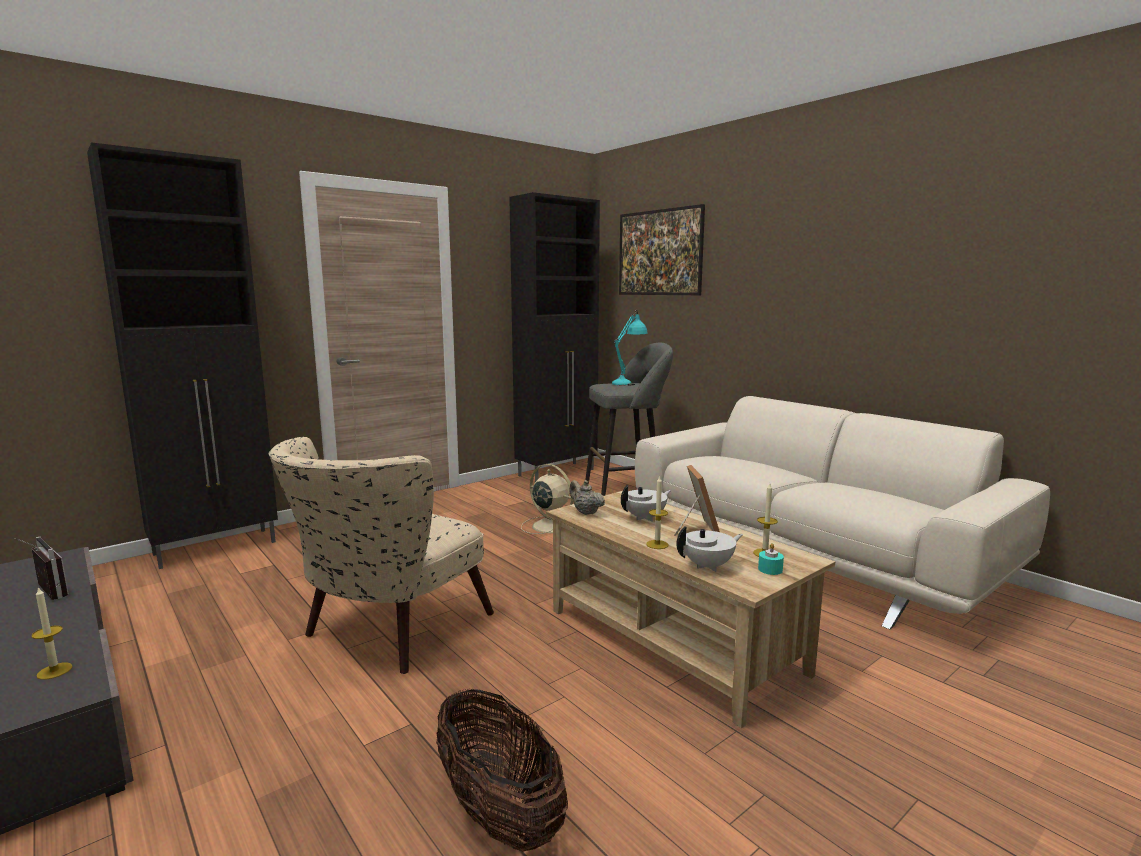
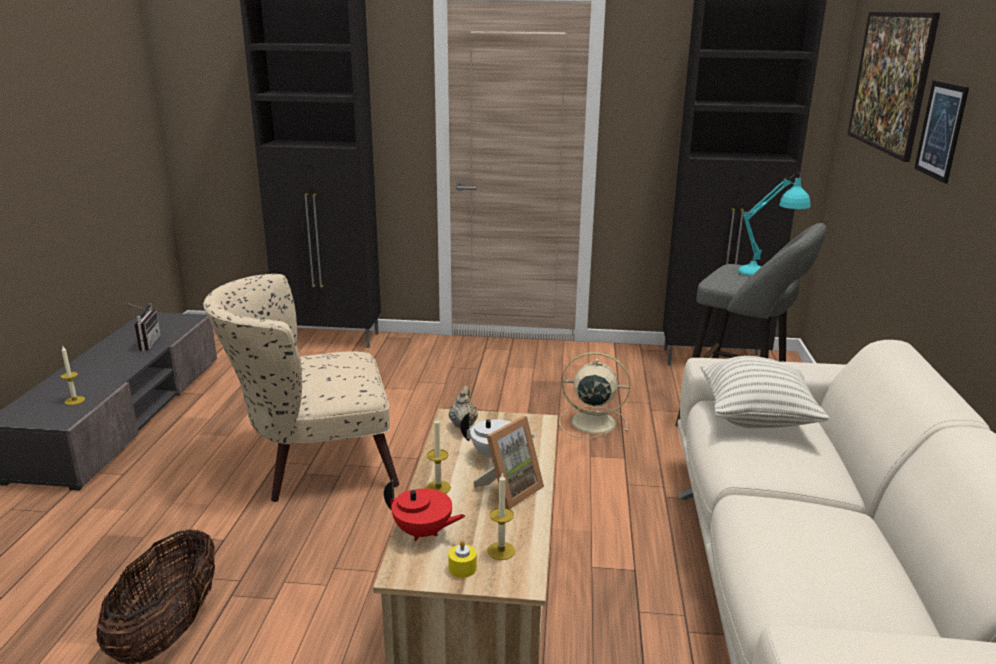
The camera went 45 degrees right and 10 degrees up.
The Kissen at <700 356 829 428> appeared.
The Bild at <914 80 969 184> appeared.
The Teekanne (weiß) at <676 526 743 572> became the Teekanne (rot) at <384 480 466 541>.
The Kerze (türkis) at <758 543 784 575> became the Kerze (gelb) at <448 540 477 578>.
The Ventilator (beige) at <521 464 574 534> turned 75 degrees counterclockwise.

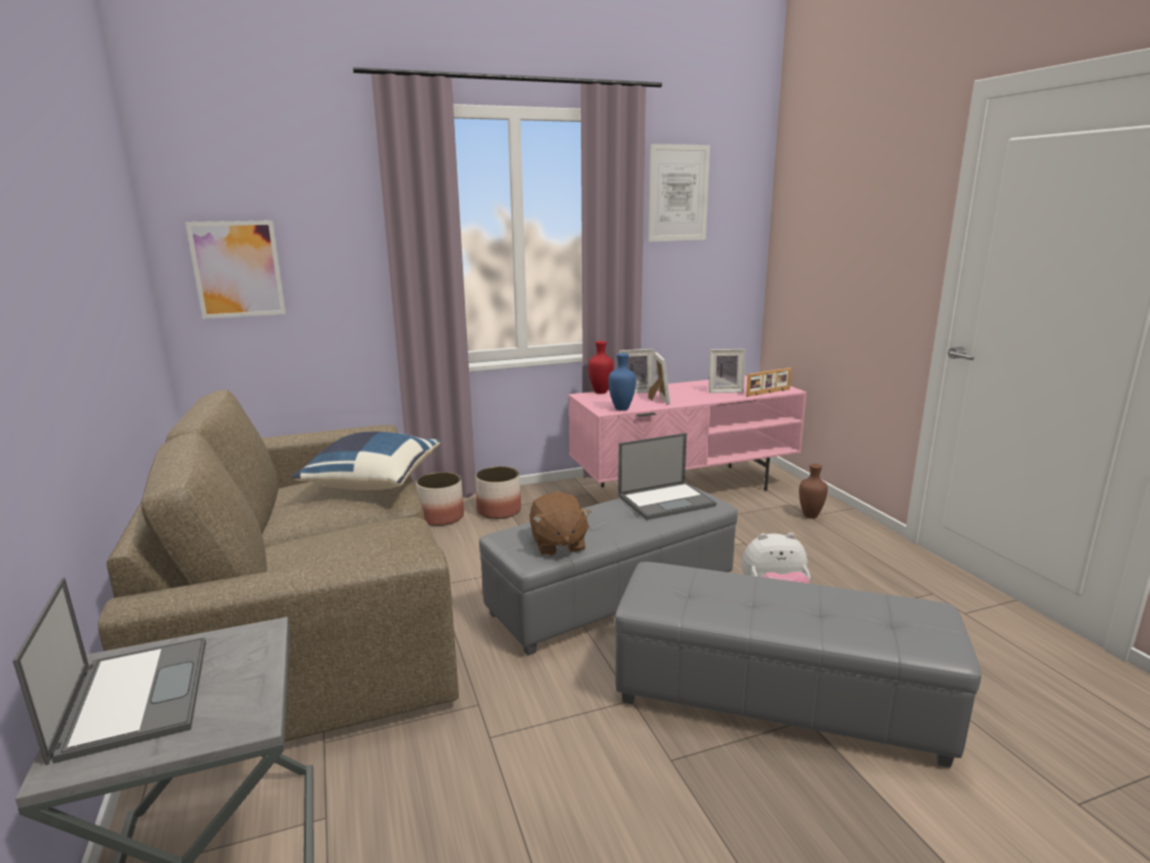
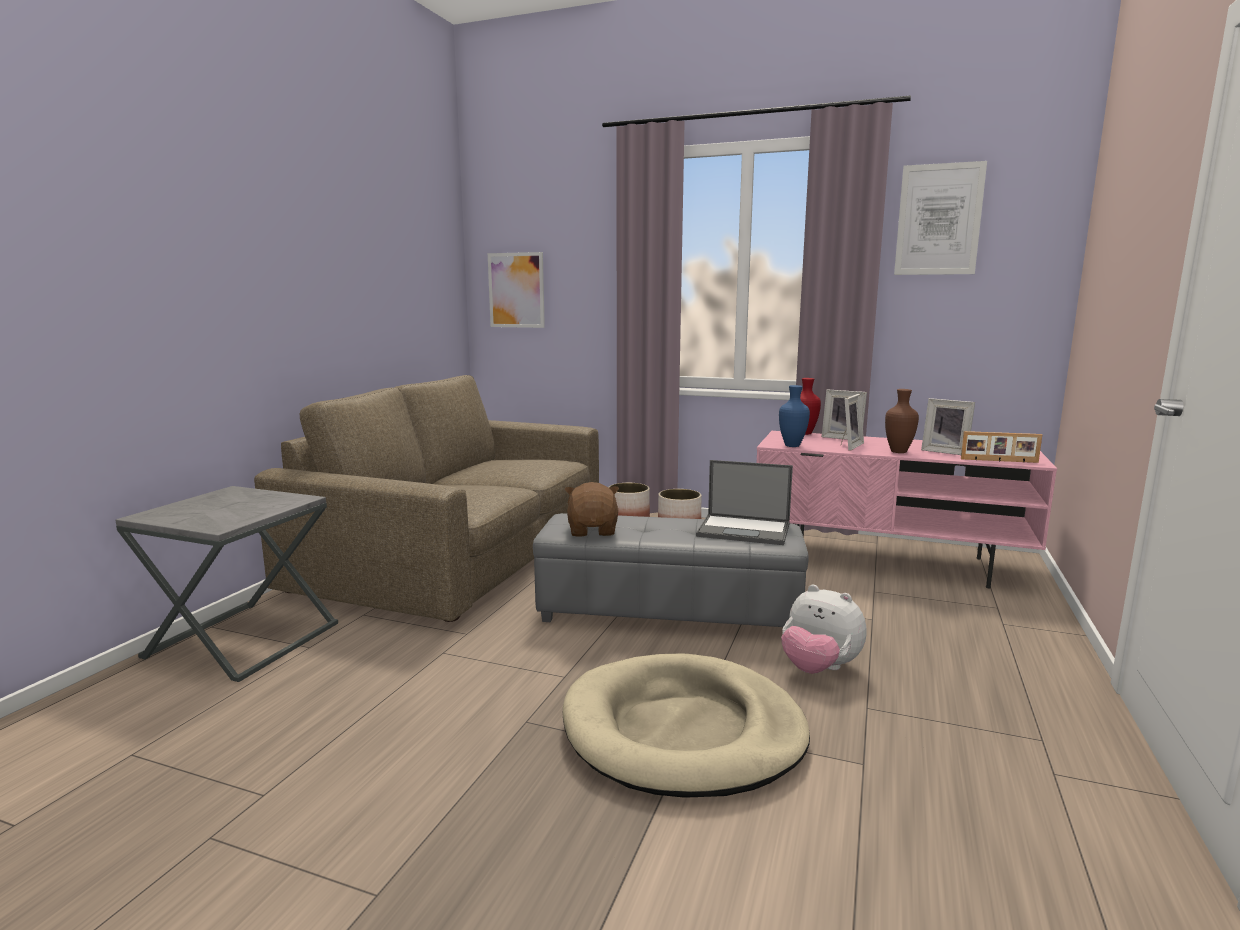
The camera went 40 degrees right and 5 degrees down.
The Laptop at <13 577 206 765> disappeared.
The Kissen (blau) at <292 432 440 490> disappeared.
The Vase (braun) moved from <799 464 828 519> to <885 389 919 453>.
The Polsterhocker (grau) at <615 562 981 768> was replaced by the Hundebett (beige) at <563 653 810 798>.
The Plüschtier (braun) at <530 492 591 556> turned 150 degrees clockwise.

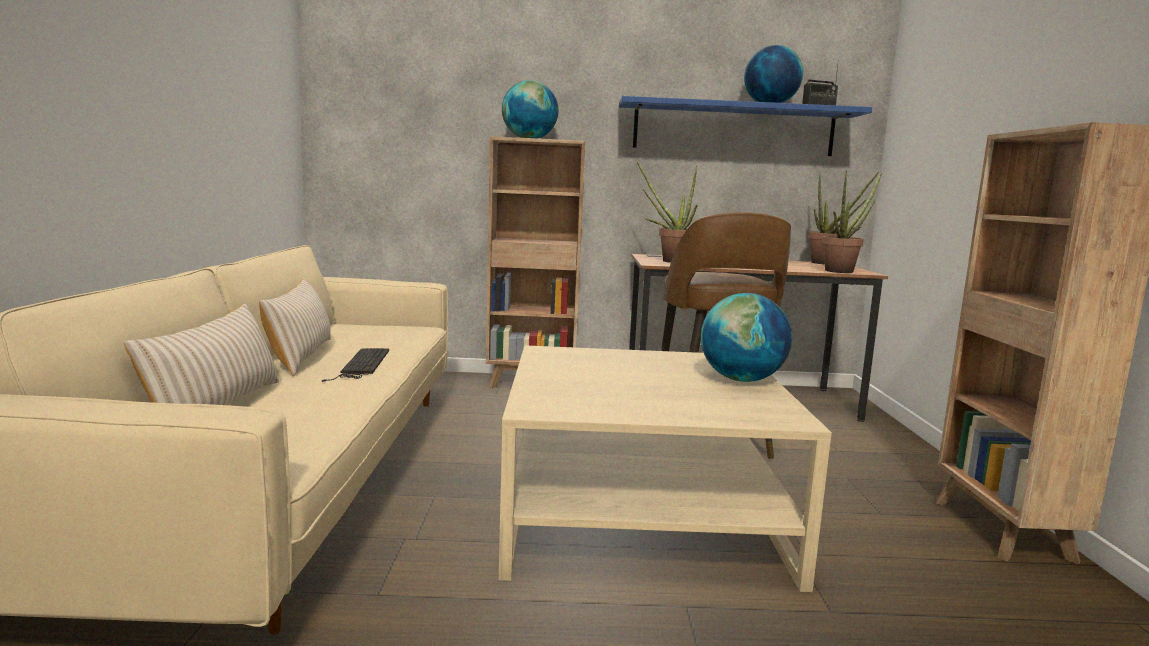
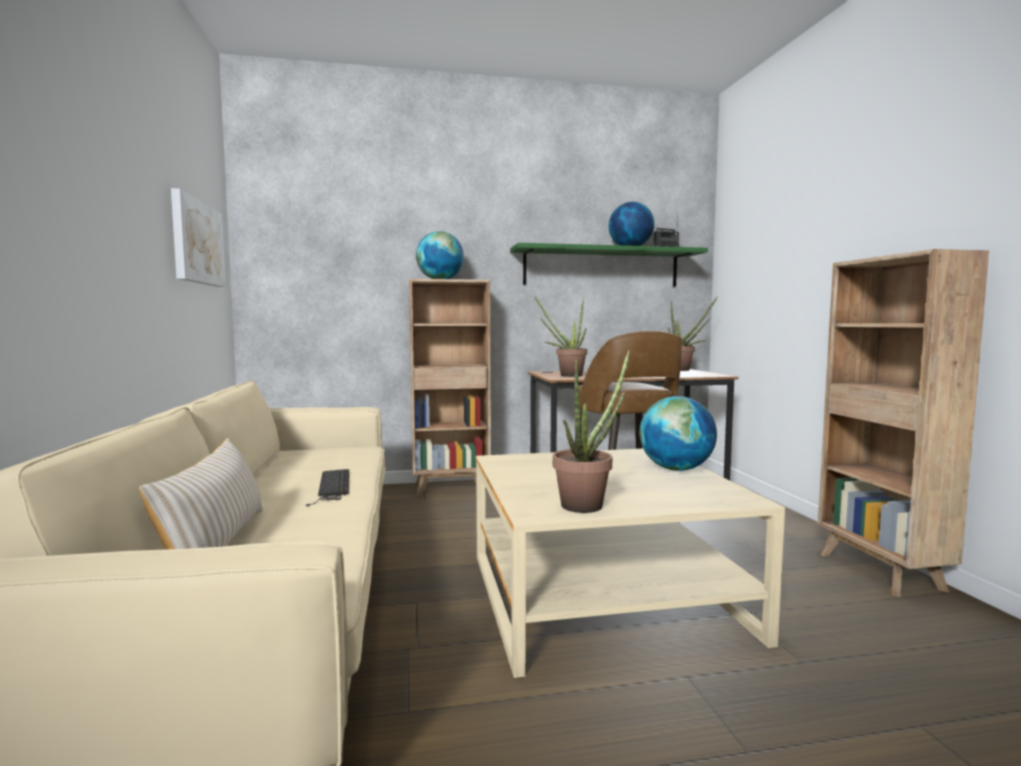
The camera went 10 degrees left and 5 degrees down.
The Kissen (beige) at <259 278 331 376> disappeared.
The Bild at <171 188 226 287> appeared.
The Topfpflanze moved from <822 171 882 273> to <553 350 629 513>.
The Wandregal (blau) at <619 96 872 156> became the Wandregal (grün) at <510 243 708 287>.

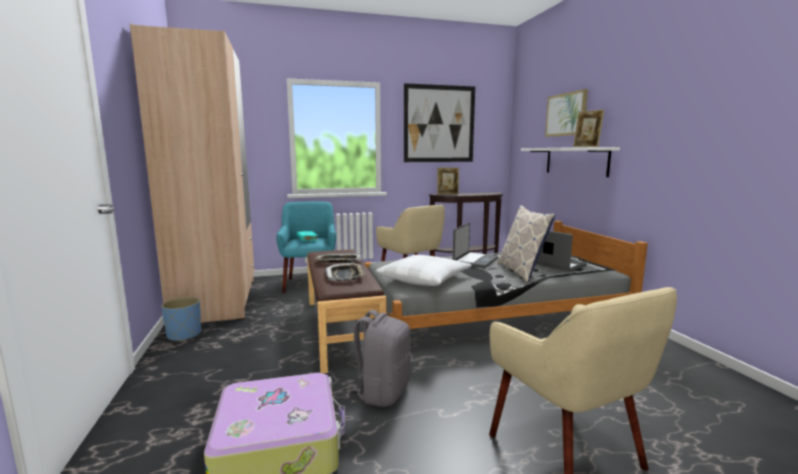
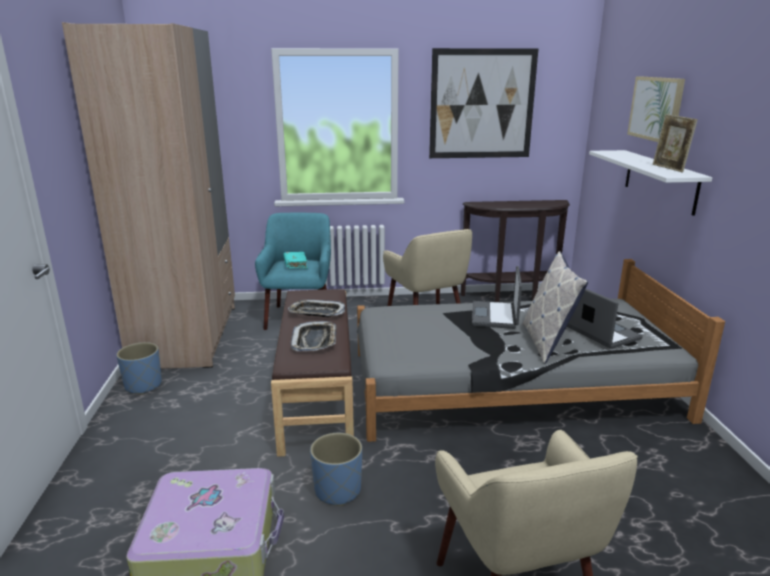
The camera went 10 degrees right and 10 degrees up.
The Kissen (weiß) at <376 255 472 286> disappeared.
The Bilderrahmen at <437 167 459 194> disappeared.
The Rucksack (grau) at <347 310 411 407> was replaced by the Pflanzkübel (blau) at <310 433 362 506>.
The Laptop at <453 223 498 268> turned 150 degrees clockwise.

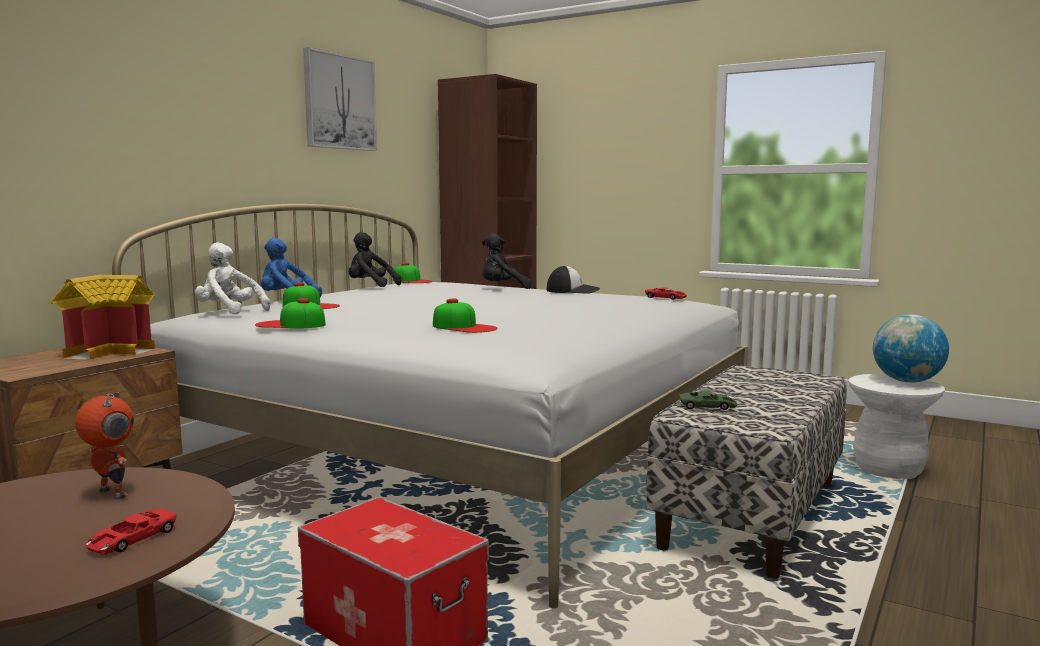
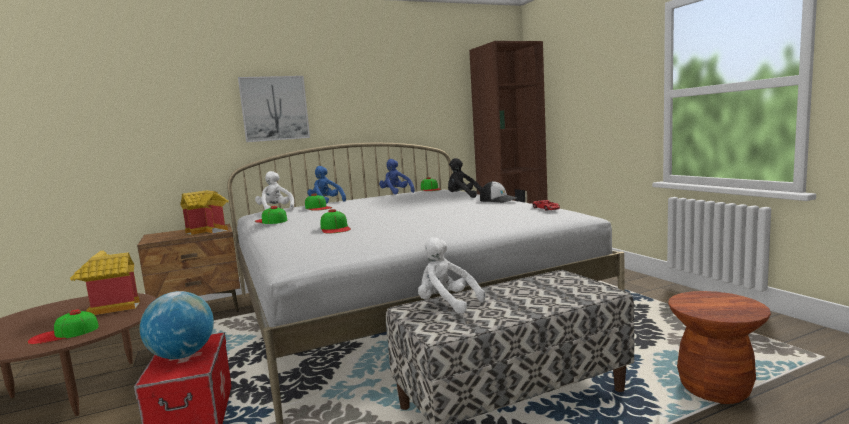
The camera went 35 degrees right and 0 degrees up.
The Bild moved from <303 47 377 151> to <238 76 310 142>.
The Globus moved from <873 314 949 383> to <140 291 214 359>.
The Spielzeugroboter at <75 394 134 499> was replaced by the Spielzeughaus at <70 251 140 315>.
The Spielzeugauto (rot) at <86 508 176 555> was replaced by the Kappe at <27 310 99 344>.
The Spielzeugauto (grün) at <679 391 737 410> was replaced by the Plüschtier (weiß) at <418 237 485 314>.
The Plüschtier (schwarz) at <349 232 401 287> became the Plüschtier (blau) at <379 159 415 194>.
The Hocker (weiß) at <848 374 945 479> became the Hocker (braun) at <668 291 771 404>.

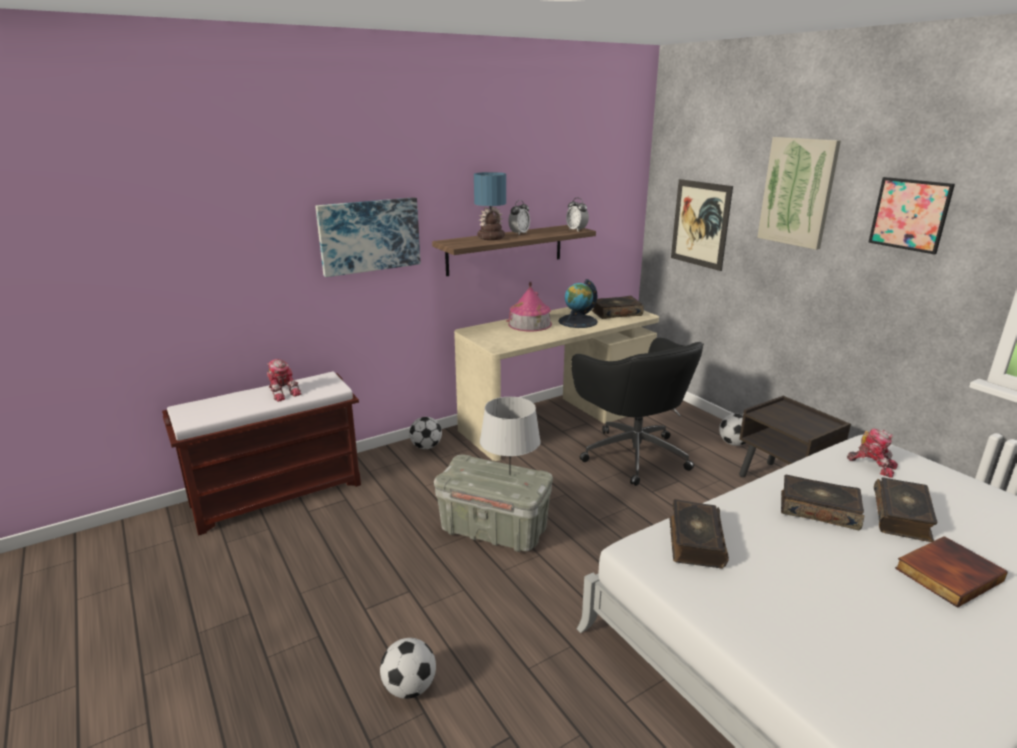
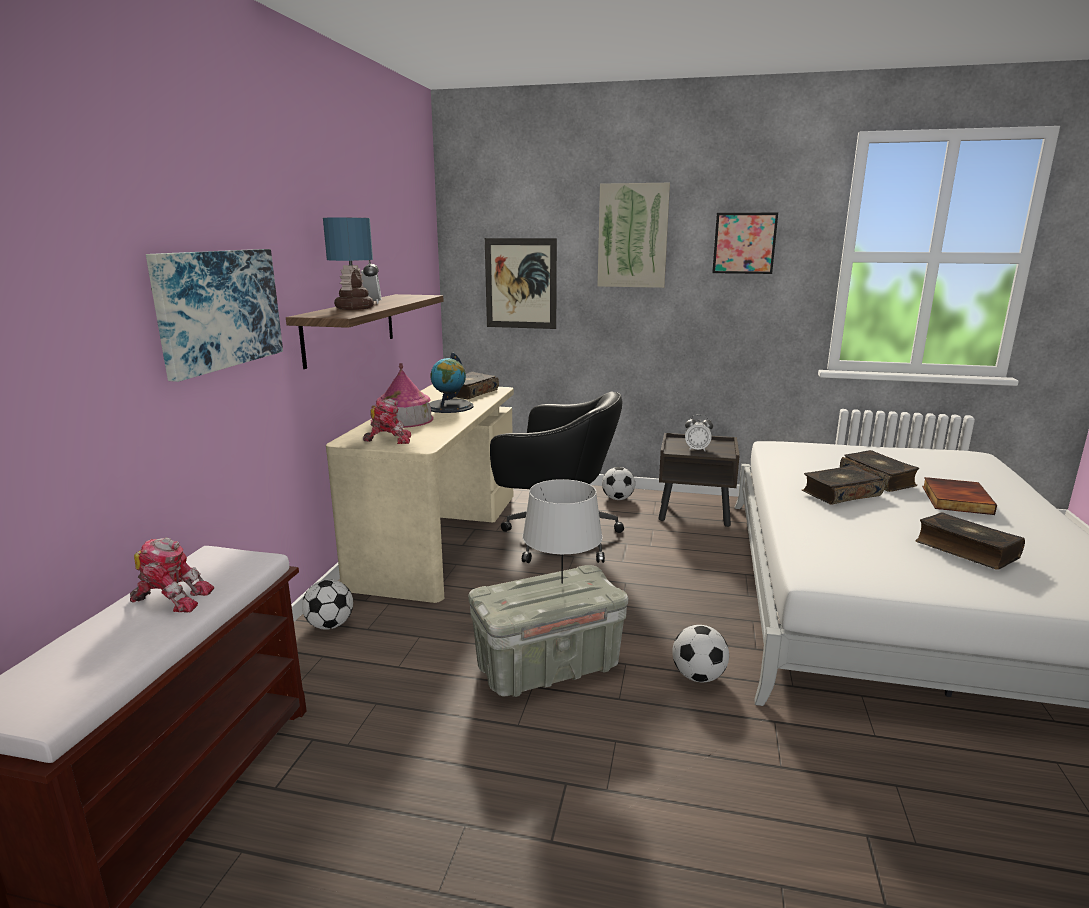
The camera went 45 degrees left and 5 degrees down.
The Fußball moved from <380 638 436 699> to <672 625 729 682>.
The Wecker moved from <566 198 589 231> to <685 414 713 451>.
The Buch moved from <670 499 729 568> to <915 512 1025 570>.
The Spielzeugroboter moved from <847 428 898 478> to <363 398 411 444>.

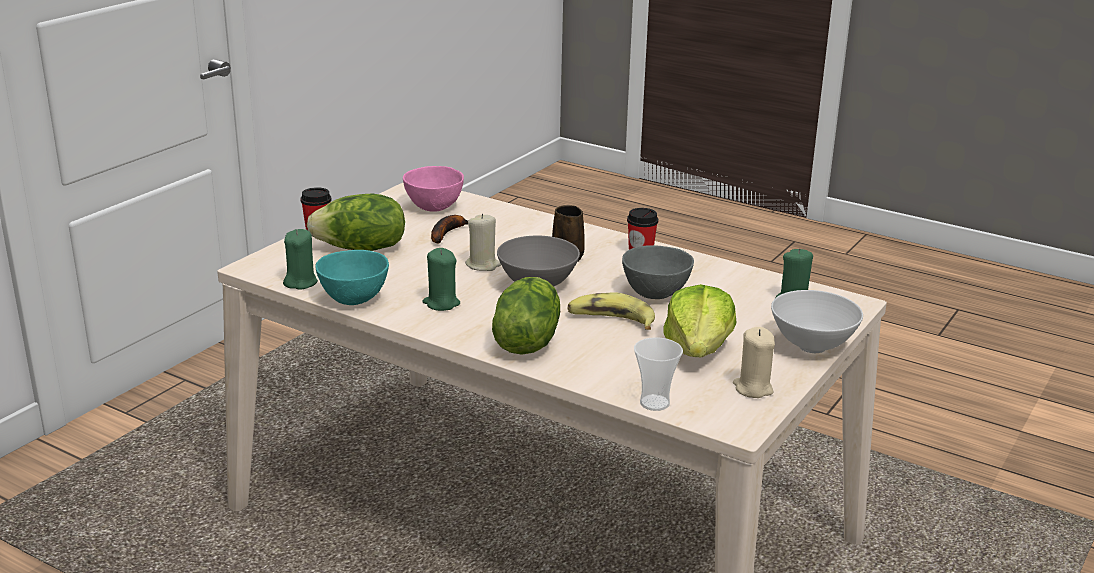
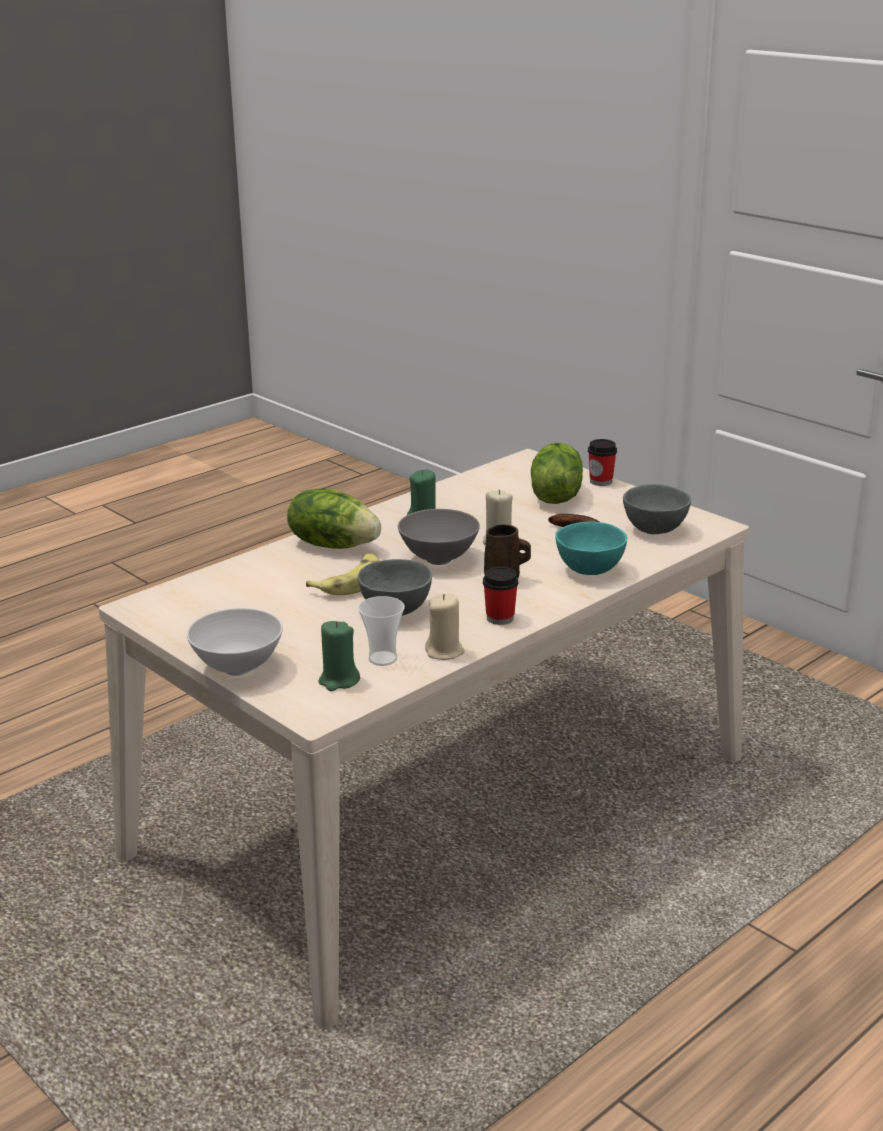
The camera went 105 degrees right and 0 degrees up.
The Kerze (grün) at <283 229 318 290> disappeared.
The Salatkopf at <663 284 737 357> disappeared.
The Schüssel (türkis) moved from <315 250 389 305> to <555 522 628 575>.
The Tasse moved from <634 337 683 411> to <358 596 405 666>.
The Kerze (beige) moved from <733 327 775 398> to <425 593 465 660>.
The Schüssel (rosa) at <403 166 464 212> became the Schüssel (grau) at <623 484 691 534>.

